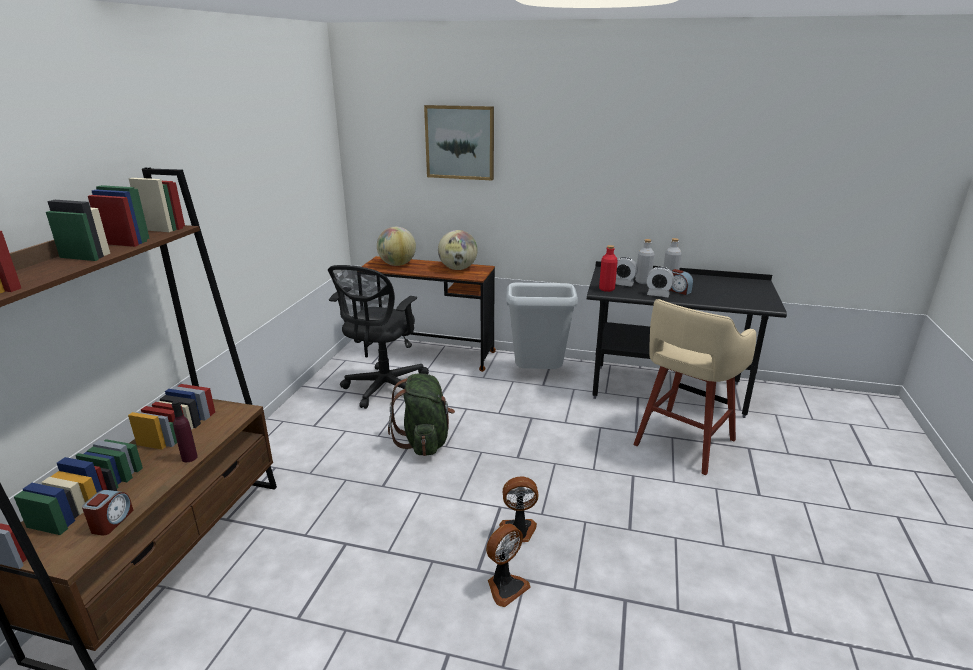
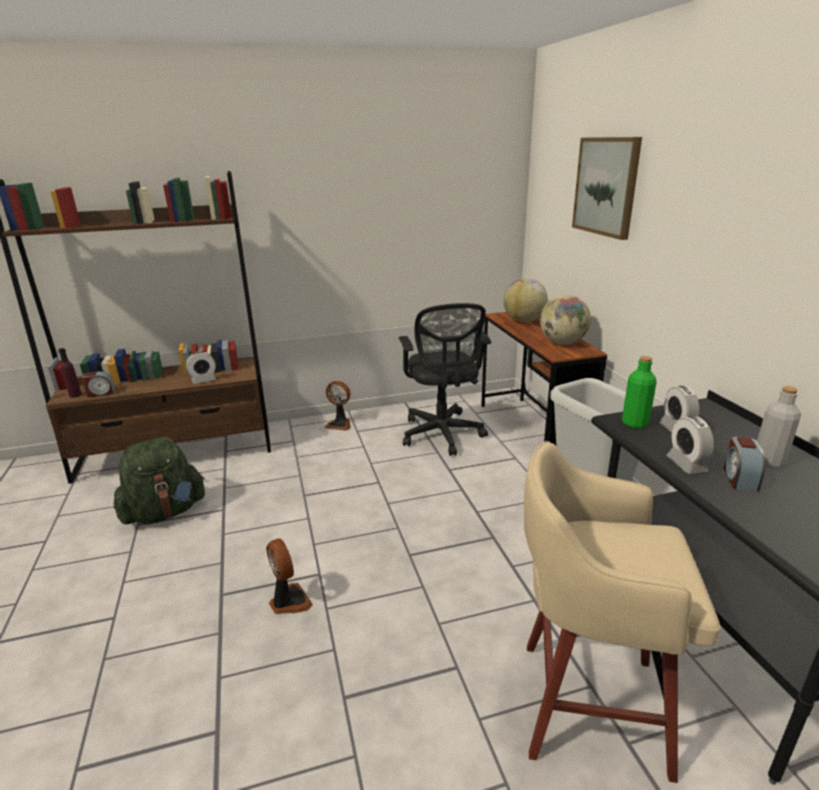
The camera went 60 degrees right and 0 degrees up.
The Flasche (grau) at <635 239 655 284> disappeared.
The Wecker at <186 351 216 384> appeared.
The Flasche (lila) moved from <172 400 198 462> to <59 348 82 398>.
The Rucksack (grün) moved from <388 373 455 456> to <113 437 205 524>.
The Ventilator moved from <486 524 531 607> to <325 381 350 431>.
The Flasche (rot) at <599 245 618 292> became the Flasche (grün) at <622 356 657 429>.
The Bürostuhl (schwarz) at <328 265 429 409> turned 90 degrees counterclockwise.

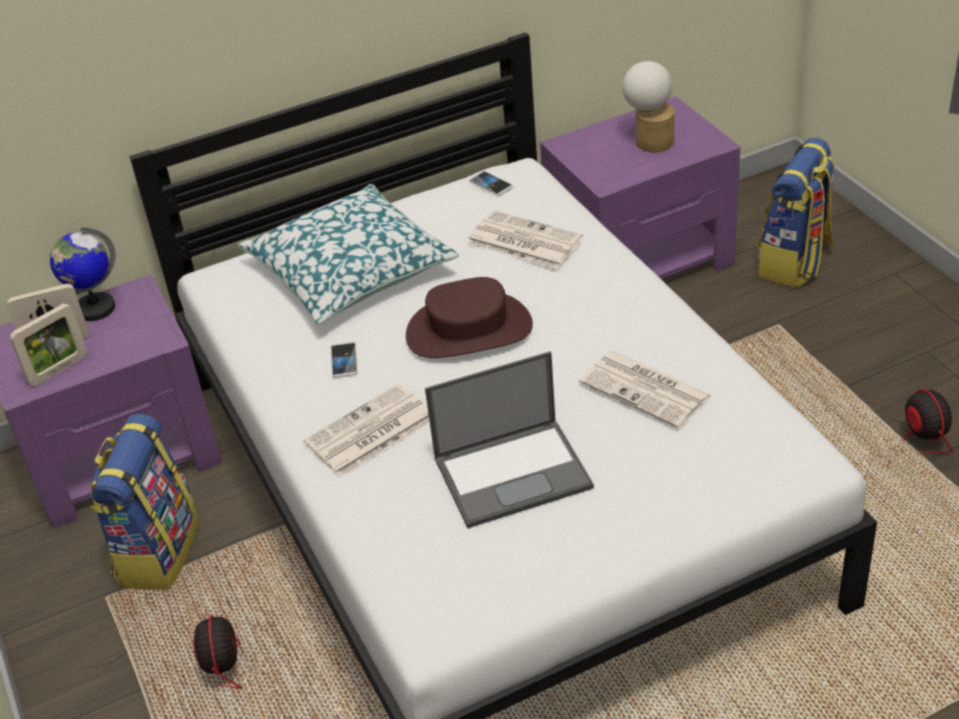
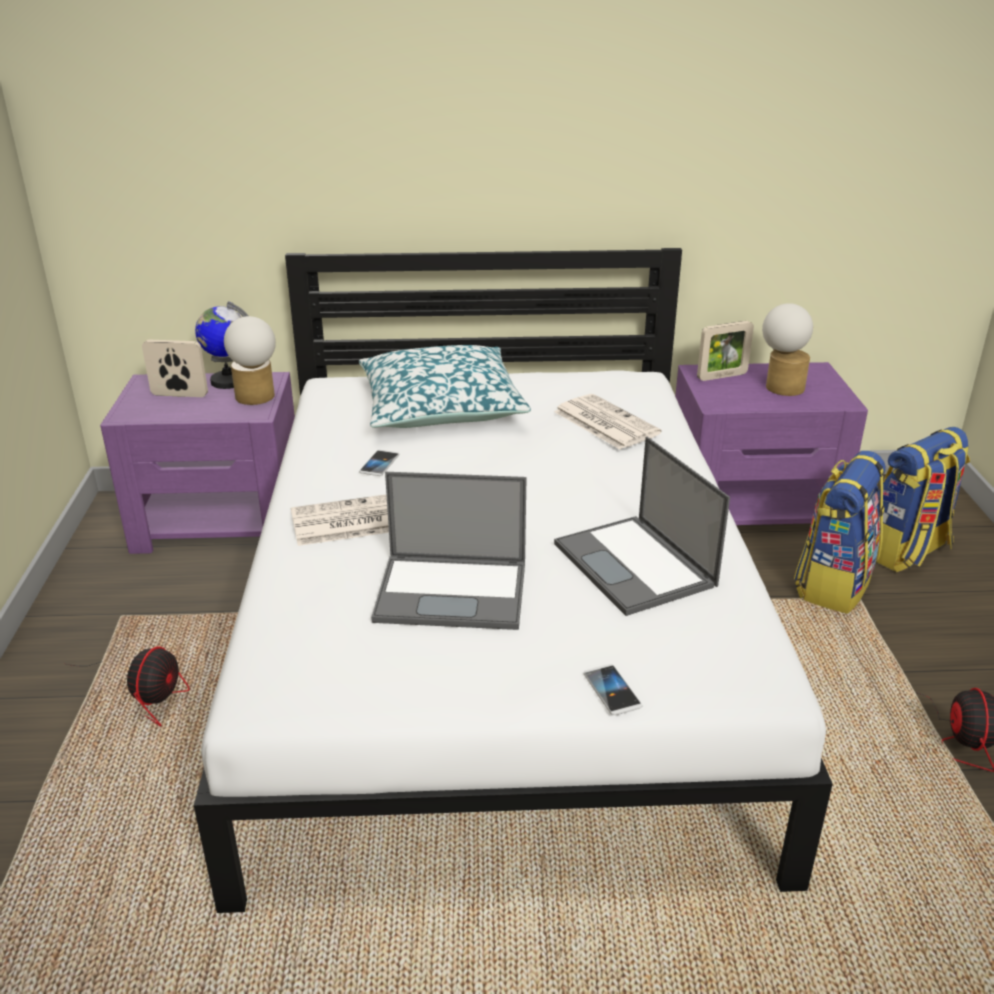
The camera went 20 degrees right and 10 degrees down.
The Hut (braun) at <406 277 533 358> disappeared.
The Tischlampe at <224 316 276 405> appeared.
The Bilderrahmen moved from <10 303 87 386> to <697 321 754 381>.
The Rucksack moved from <90 414 198 590> to <794 451 885 614>.
The Handy moved from <469 171 513 196> to <584 664 643 715>.
The Zeitung at <579 351 713 428> was replaced by the Laptop at <554 437 730 616>.

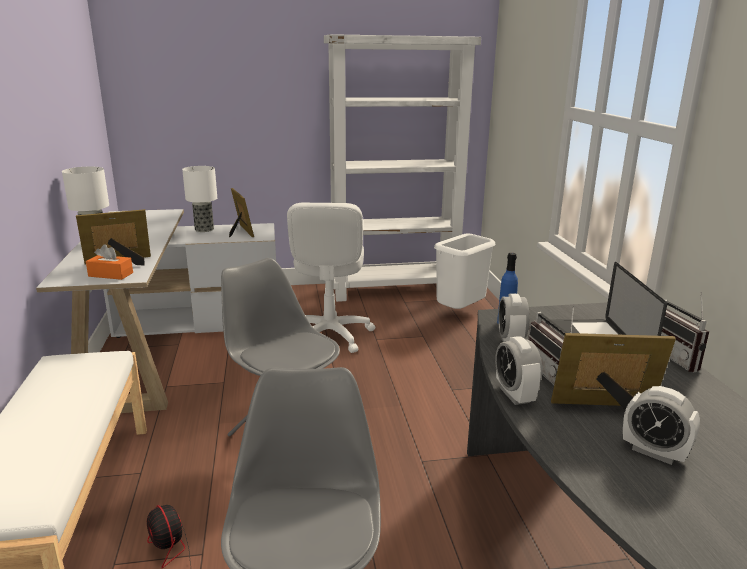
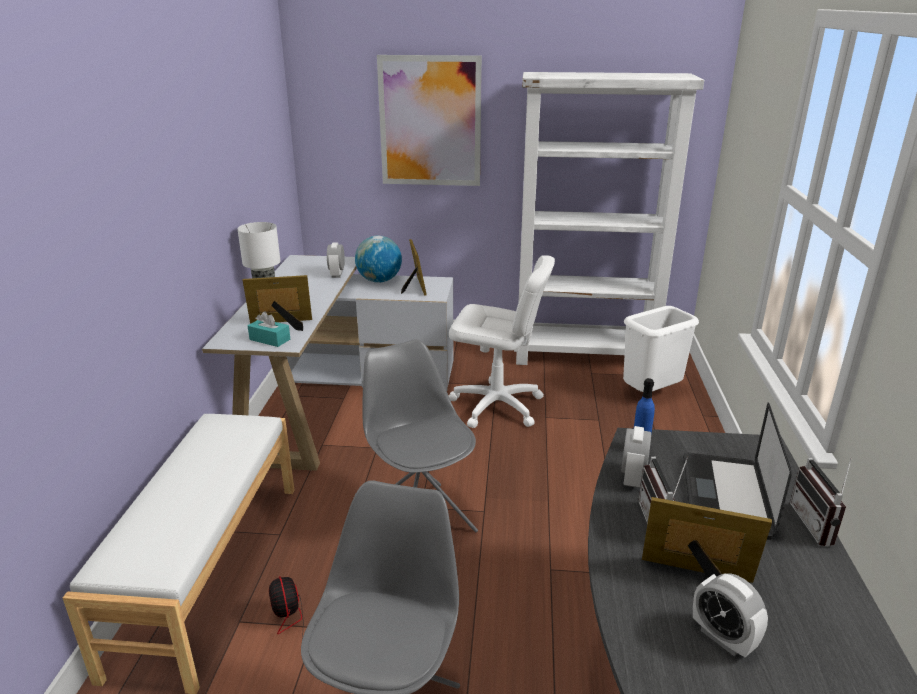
The camera went 15 degrees right and 5 degrees up.
The Bild at <377 55 482 186> appeared.
The Wecker moved from <495 336 542 405> to <327 242 345 278>.
The Tischlampe at <182 166 217 232> was replaced by the Globus at <355 236 402 283>.
The Taschentuchbox (orange) at <86 244 133 280> became the Taschentuchbox (türkis) at <248 311 290 347>.
The Bürostuhl (weiß) at <287 202 375 353> turned 90 degrees counterclockwise.

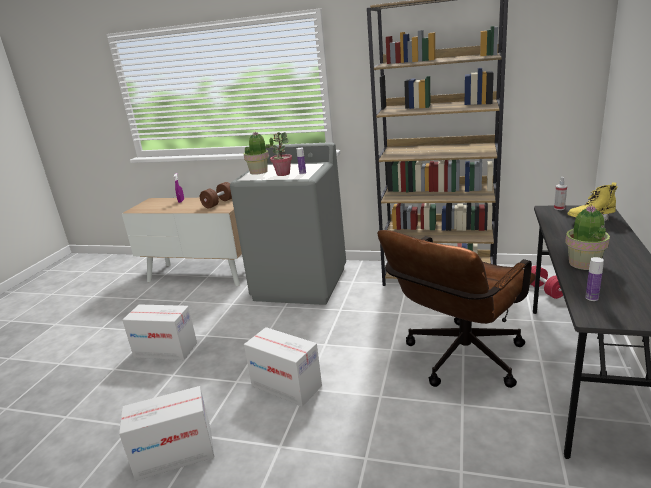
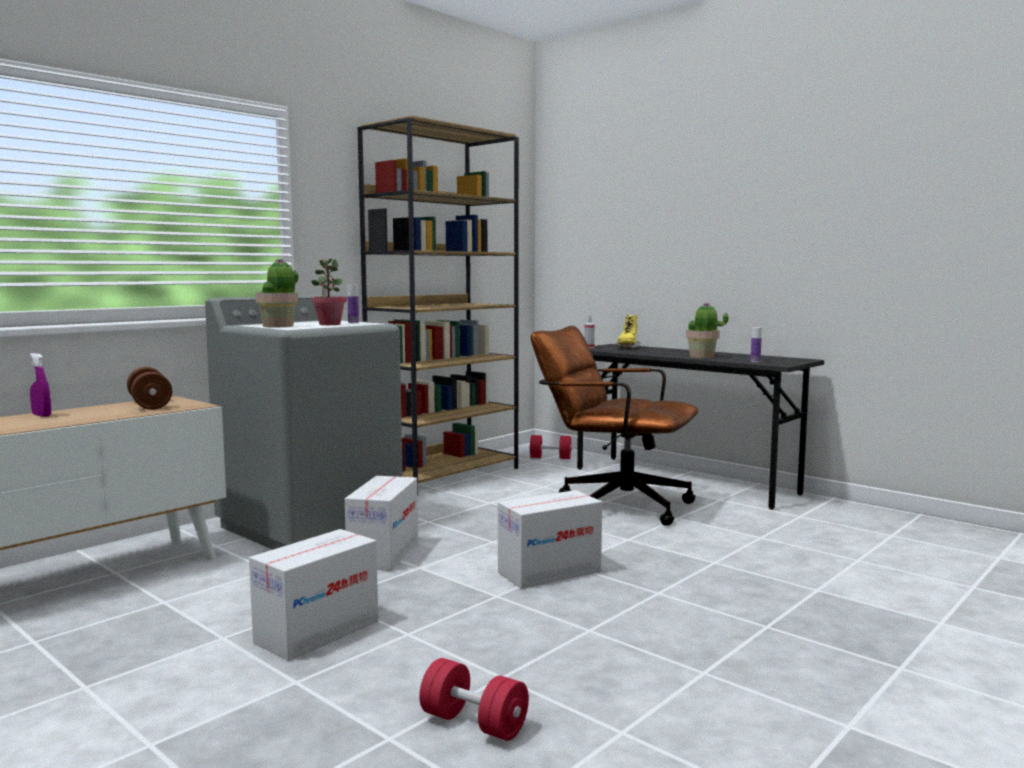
The camera went 65 degrees left and 15 degrees down.
The Hantel (rot) at <419 658 529 741> appeared.
The Karton moved from <119 386 214 481> to <345 476 418 571>.
The Bürostuhl (braun) at <377 230 536 388> turned 135 degrees clockwise.

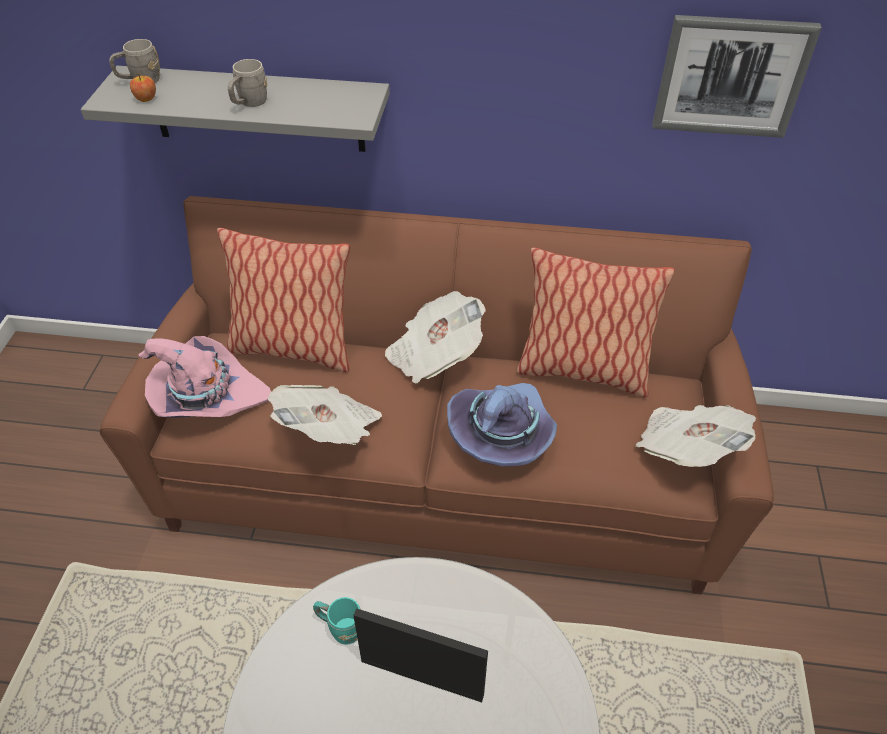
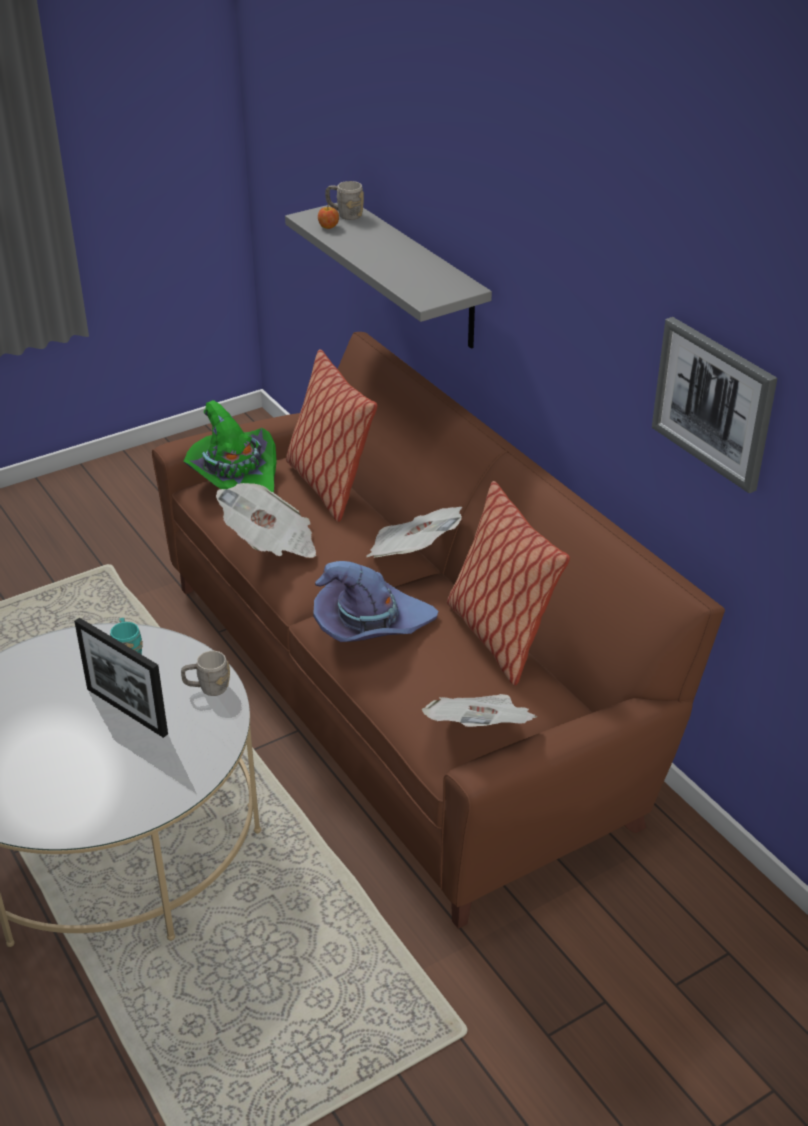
The camera went 50 degrees right and 10 degrees down.
The Henkelbecher (grau) moved from <228 59 267 107> to <181 651 230 696>.
The Hut (rosa) at <139 336 271 418> became the Hut (grün) at <183 400 277 493>.
The Bilderrahmen at <353 608 488 702> turned 150 degrees clockwise.

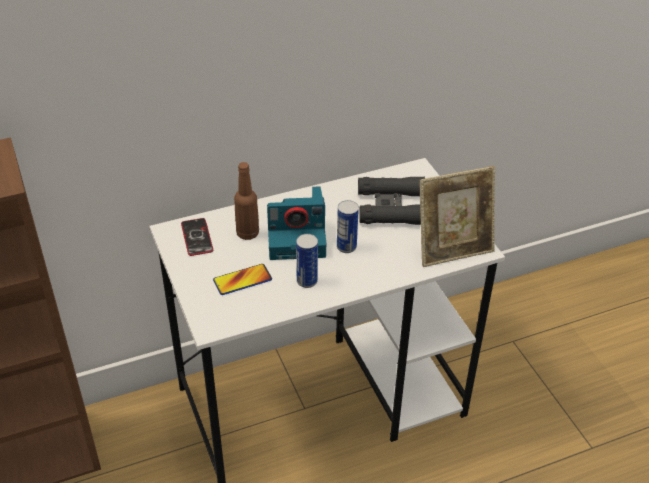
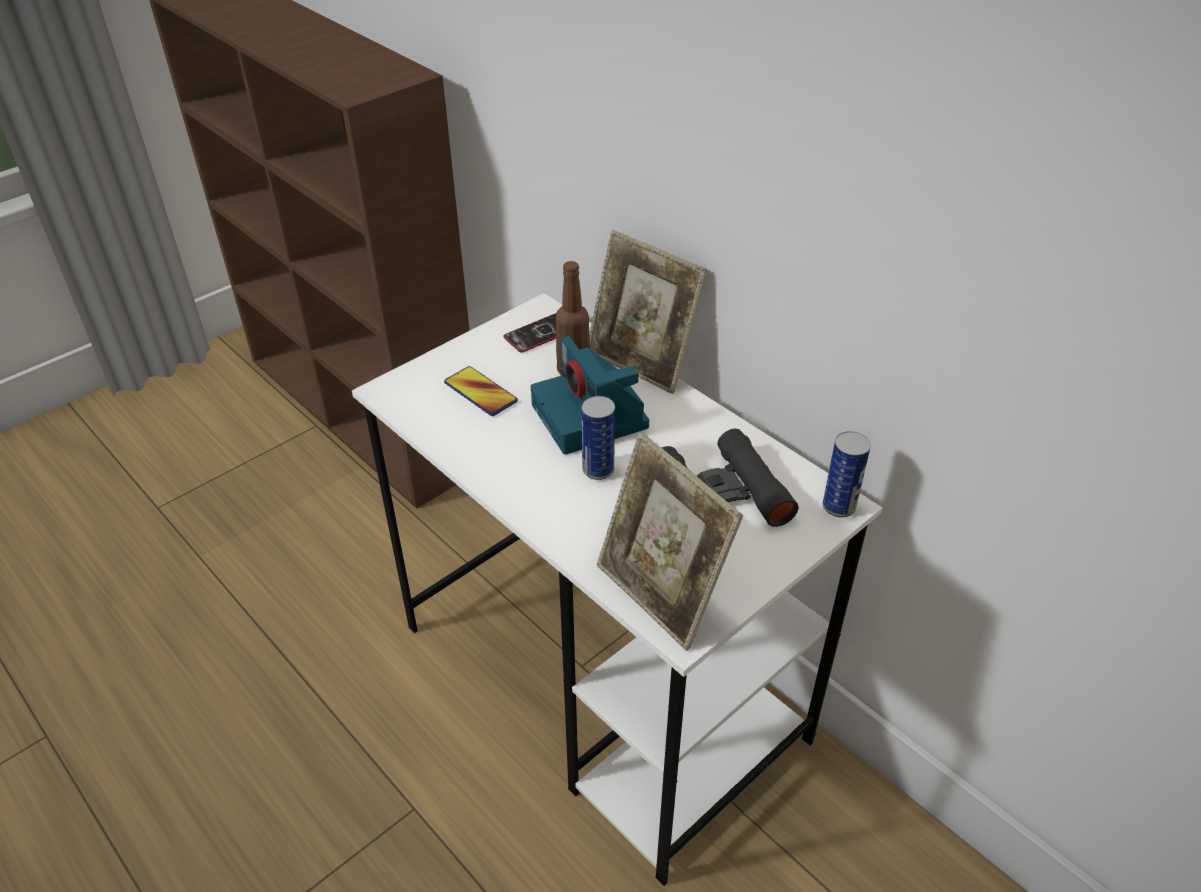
The camera went 70 degrees right and 0 degrees up.
The Bilderrahmen at <589 230 707 394> appeared.
The Dose moved from <296 234 318 288> to <823 431 871 518>.

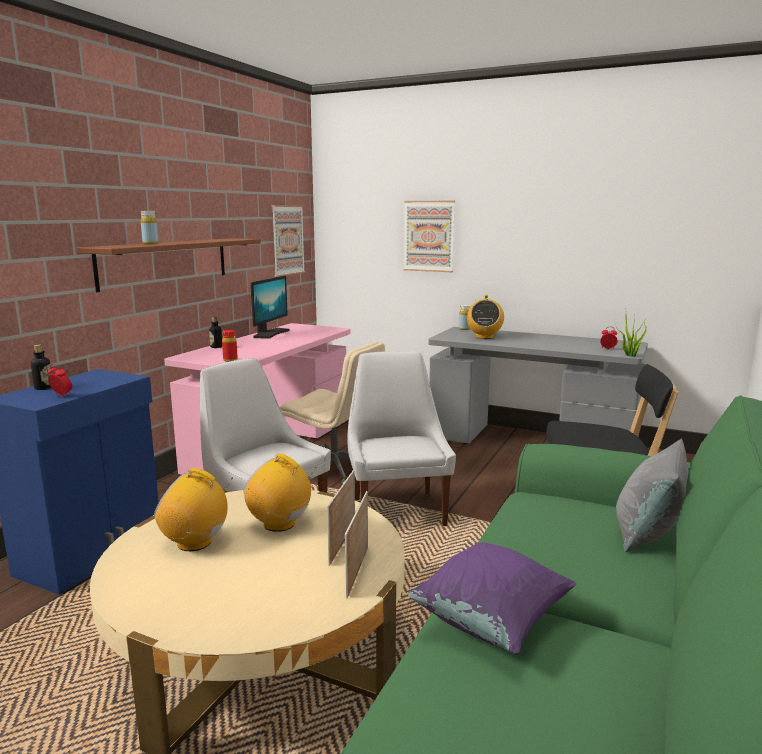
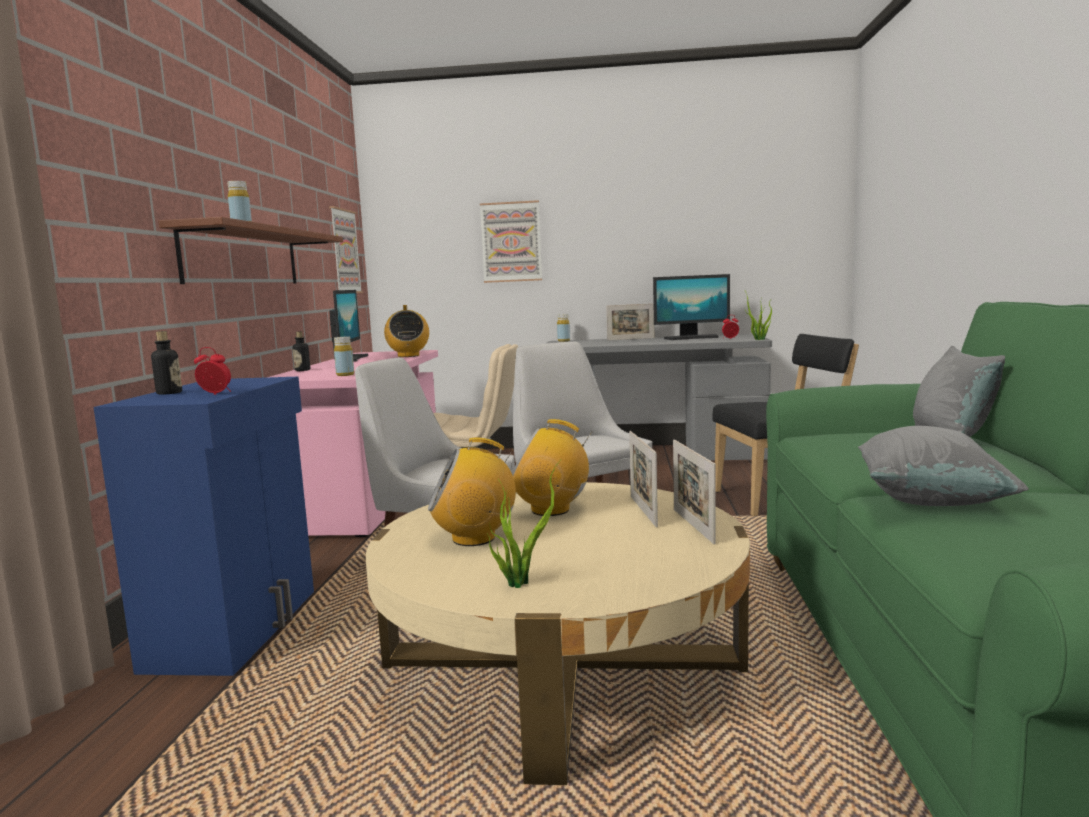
The camera went 20 degrees left and 5 degrees down.
The Topfpflanze at <487 460 561 588> appeared.
The Bilderrahmen at <606 303 655 341> appeared.
The Monitor at <653 274 730 340> appeared.
The Radio moved from <467 294 504 339> to <384 305 429 357>.
The Flasche (rot) at <222 330 238 362> became the Flasche (gelb) at <334 337 354 376>.
The Kissen (lila) at <408 542 577 654> became the Kissen (grau) at <858 426 1029 506>.

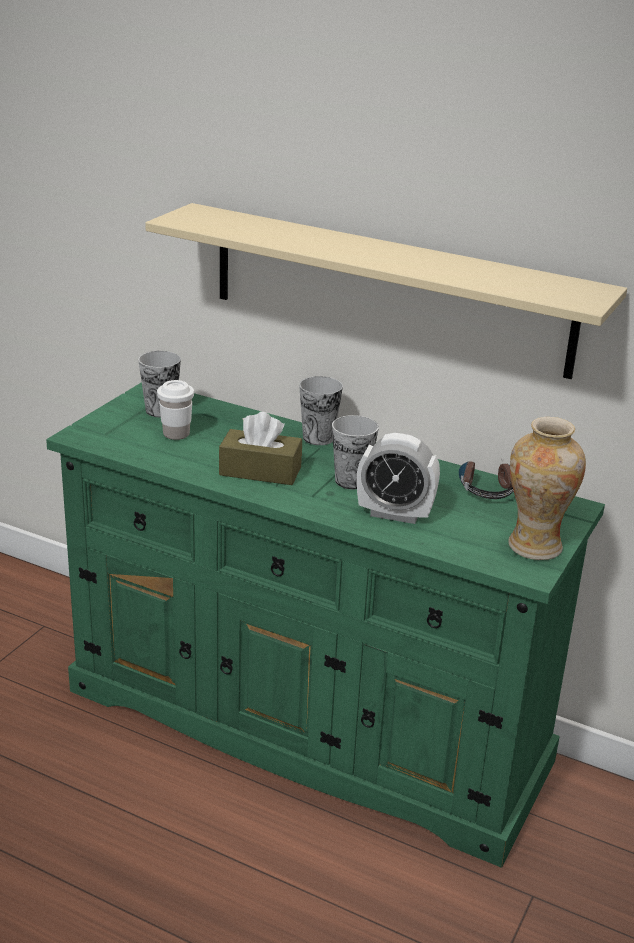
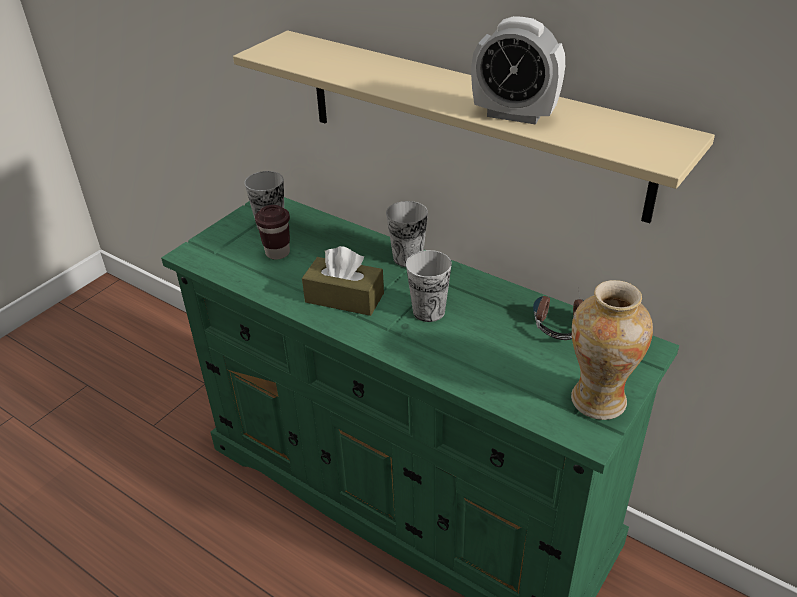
The camera went 10 degrees right and 10 degrees up.
The Wecker moved from <357 433 440 524> to <471 16 565 125>.
The Tasse (weiß) at <157 380 194 440> became the Tasse (braun) at <255 205 290 260>.

